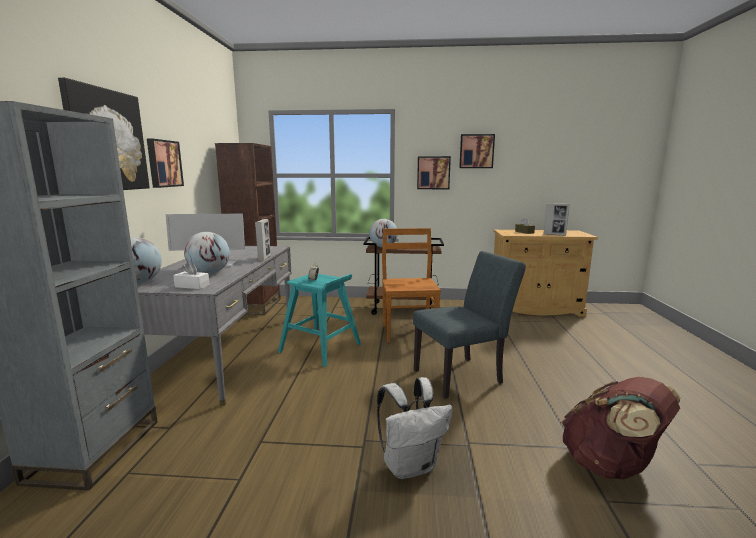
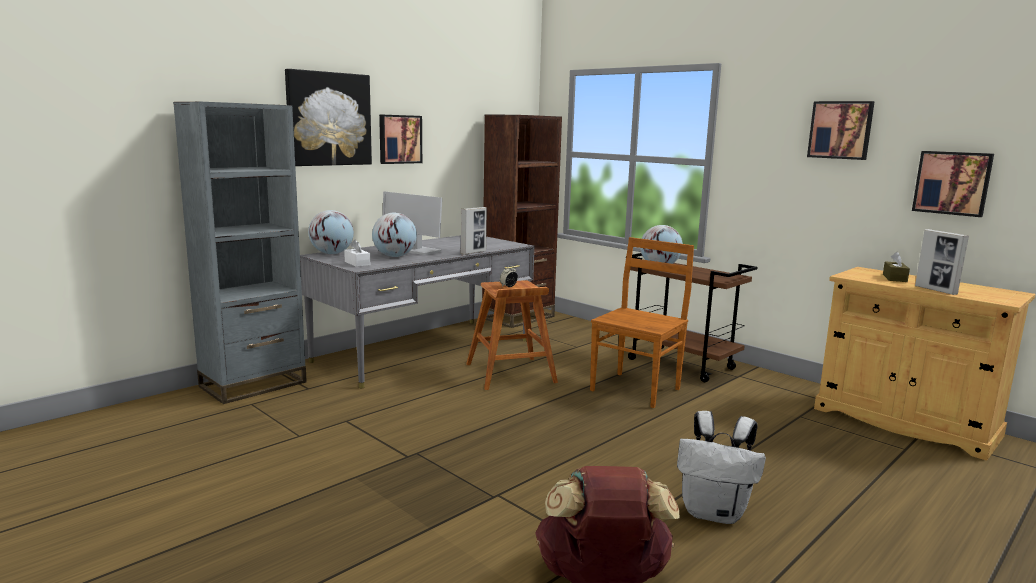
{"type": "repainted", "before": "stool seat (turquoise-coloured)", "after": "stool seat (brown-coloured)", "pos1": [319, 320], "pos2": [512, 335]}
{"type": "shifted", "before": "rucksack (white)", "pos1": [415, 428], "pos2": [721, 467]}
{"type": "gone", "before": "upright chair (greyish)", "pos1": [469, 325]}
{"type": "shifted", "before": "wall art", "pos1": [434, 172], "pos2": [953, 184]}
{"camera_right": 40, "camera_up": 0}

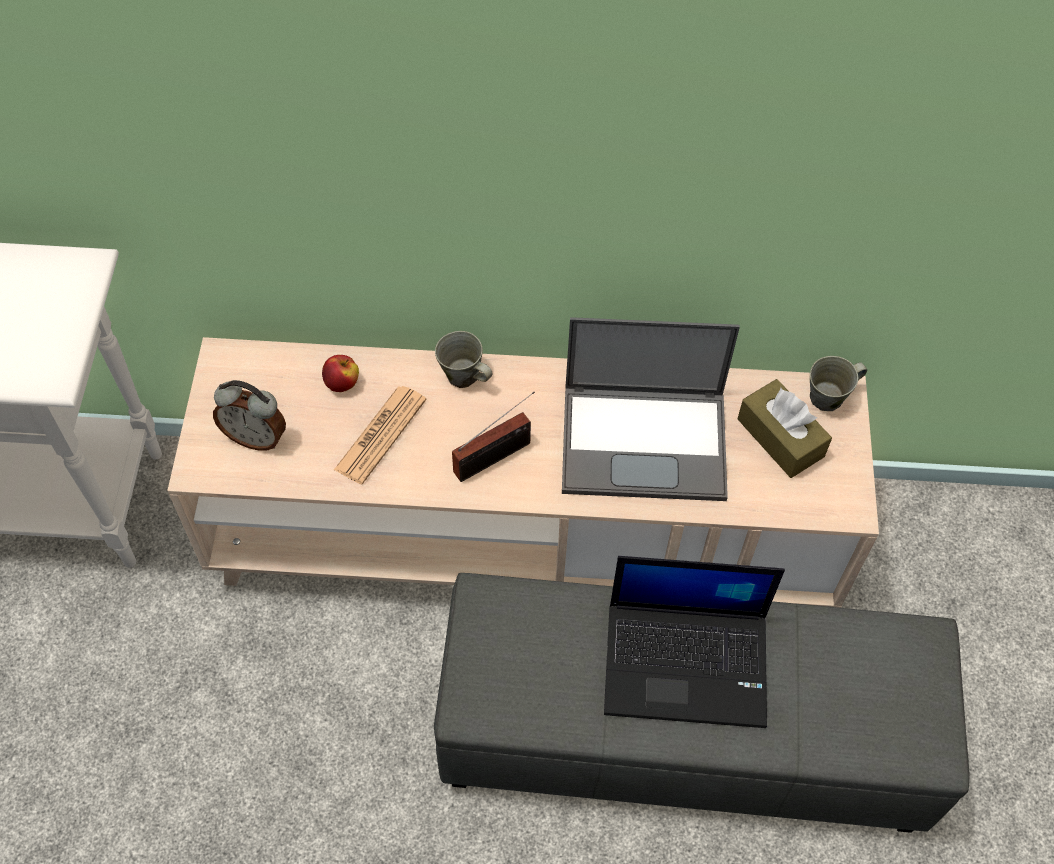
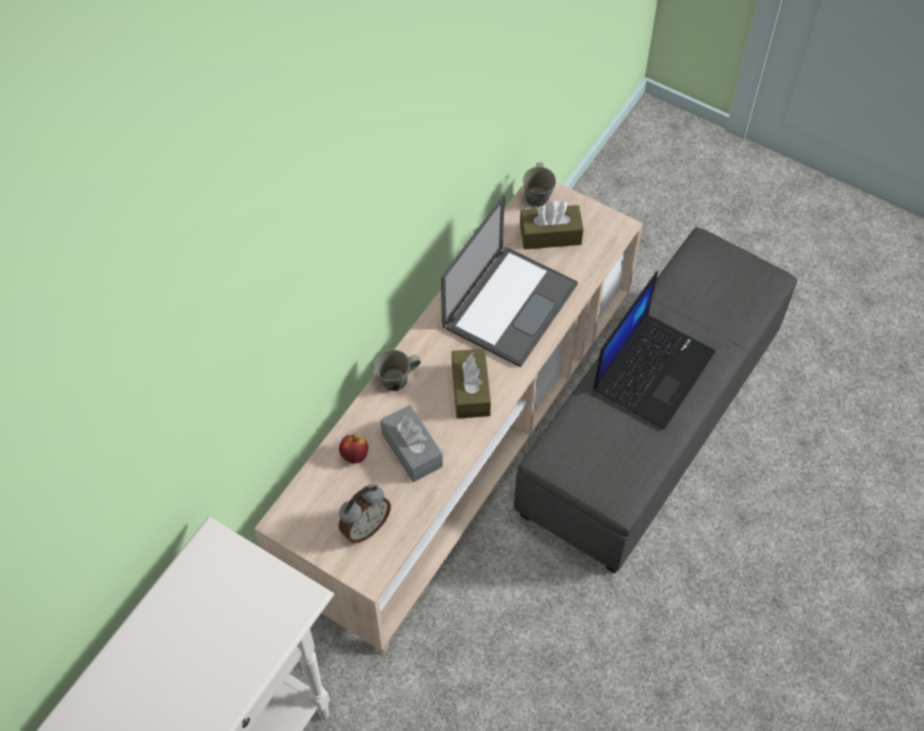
{"type": "swapped", "before": "newspaper", "after": "tissue box (greyish)", "pos1": [380, 435], "pos2": [411, 443]}
{"type": "swapped", "before": "radio receiver", "after": "tissue box (brown-coloured)", "pos1": [493, 437], "pos2": [471, 384]}
{"camera_right": -60, "camera_up": 0}

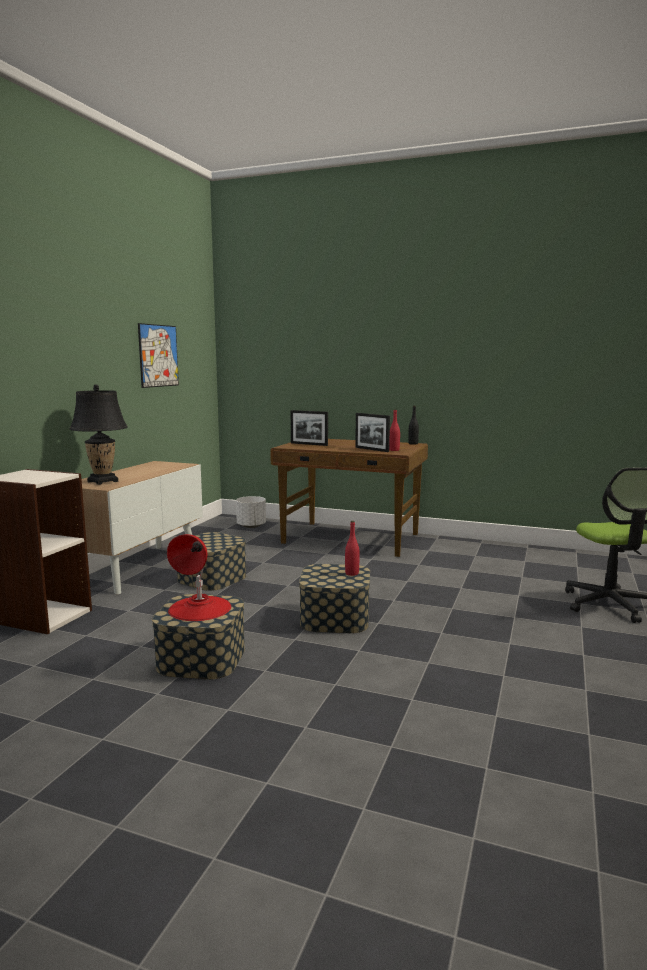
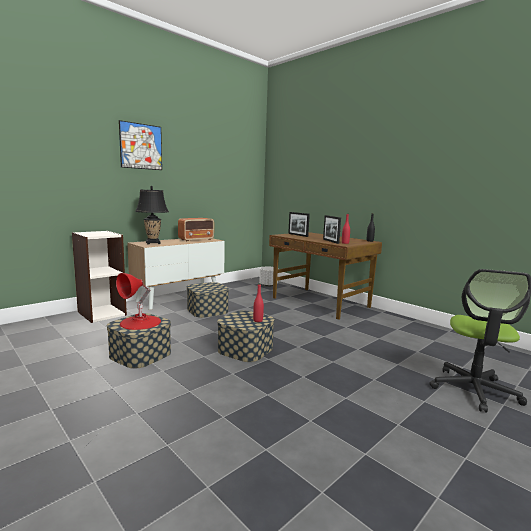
{"type": "shifted", "before": "wall art", "pos1": [158, 355], "pos2": [140, 145]}
{"type": "new", "after": "radio receiver", "pos2": [196, 229]}
{"camera_right": 25, "camera_up": 0}

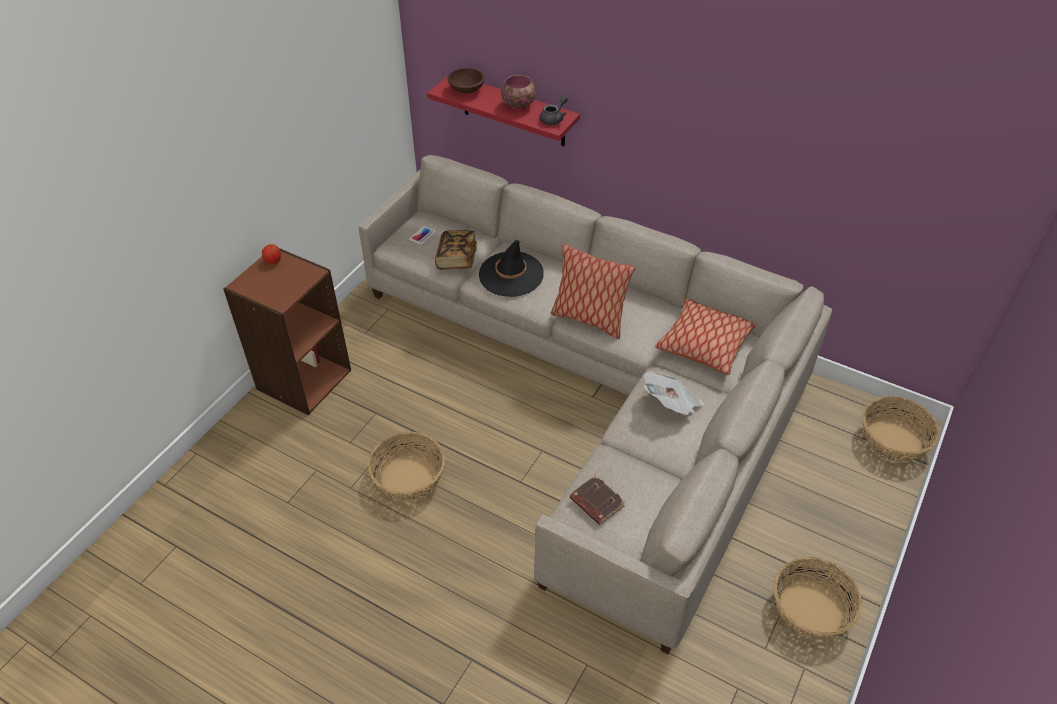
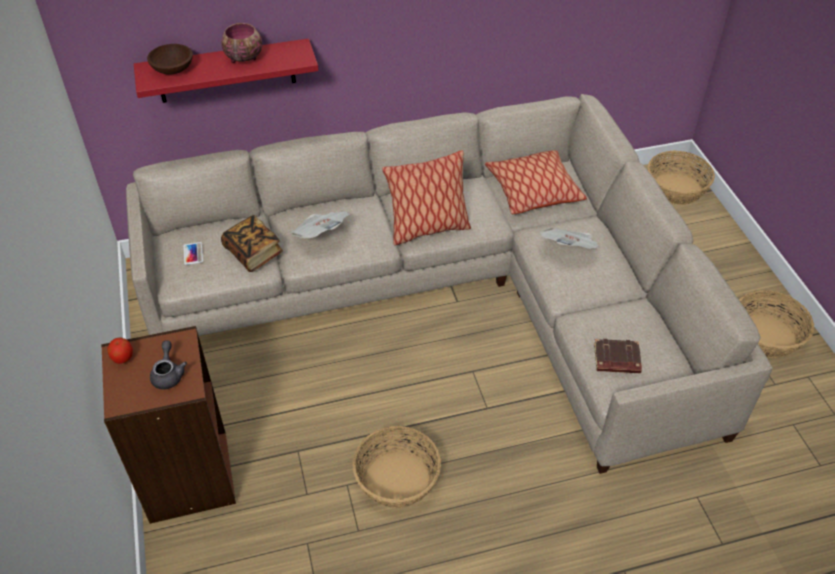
{"type": "swapped", "before": "hat (black-coloured)", "after": "newspaper", "pos1": [511, 268], "pos2": [319, 224]}
{"type": "shifted", "before": "teapot (greyish)", "pos1": [554, 110], "pos2": [168, 364]}
{"camera_right": -45, "camera_up": 0}

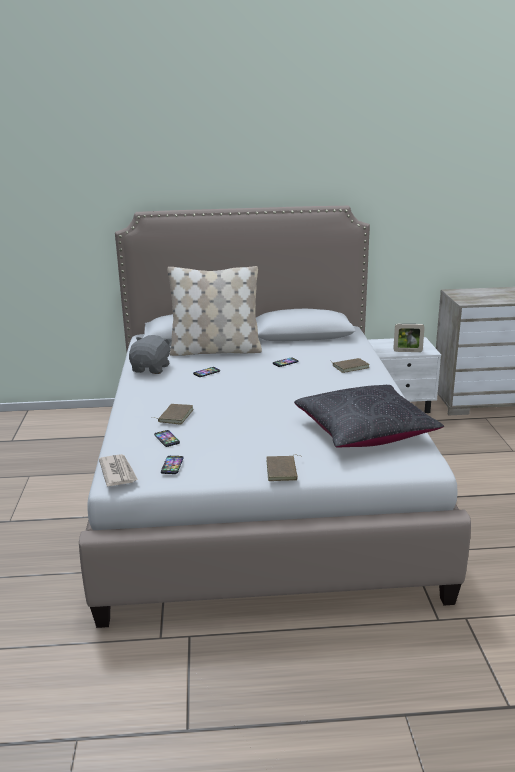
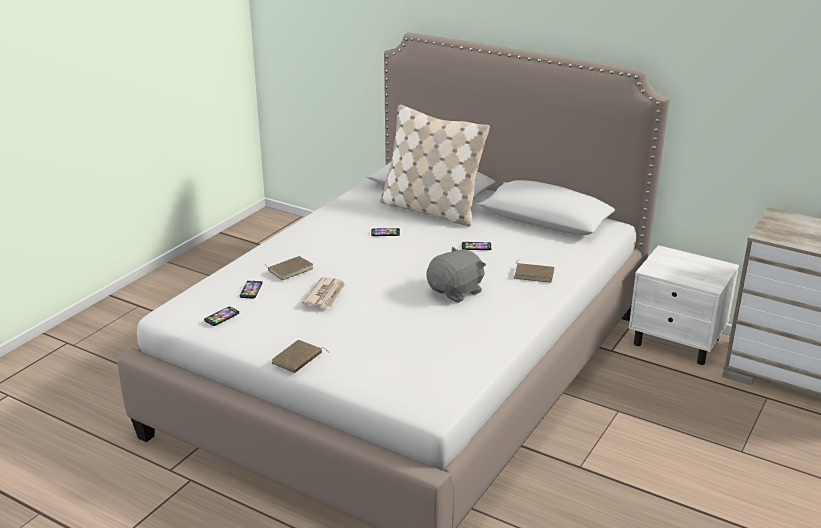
{"type": "shifted", "before": "newspaper", "pos1": [118, 470], "pos2": [323, 292]}
{"type": "shifted", "before": "plush toy (greyish)", "pos1": [150, 354], "pos2": [456, 275]}
{"type": "gone", "before": "cushion (black-coloured)", "pos1": [369, 416]}
{"type": "gone", "before": "standing frame", "pos1": [409, 338]}
{"camera_right": 35, "camera_up": 5}

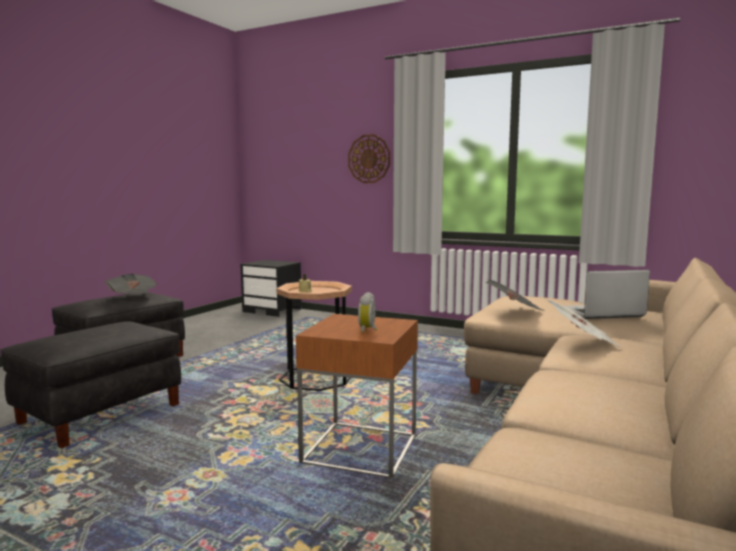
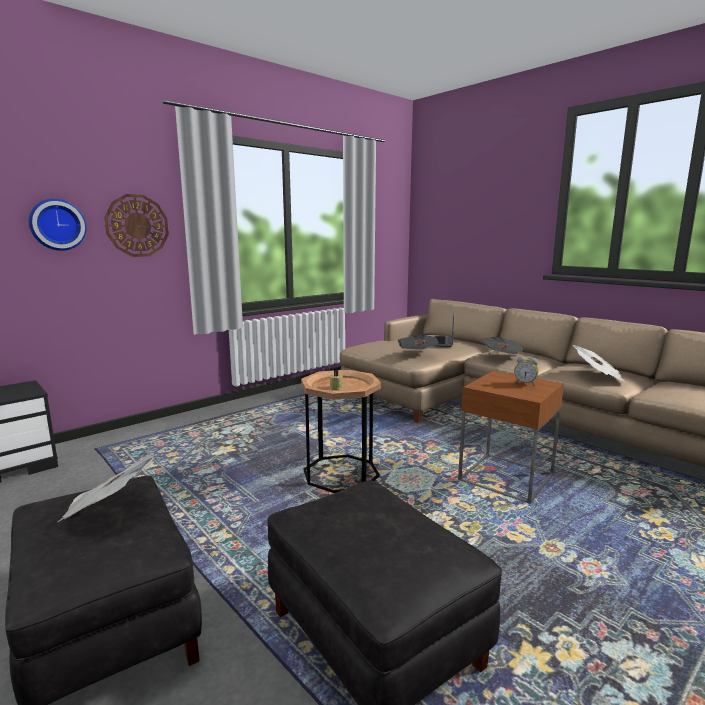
{"type": "new", "after": "hanging clock", "pos2": [57, 225]}
{"type": "new", "after": "newspaper", "pos2": [599, 363]}
{"camera_right": -70, "camera_up": 5}

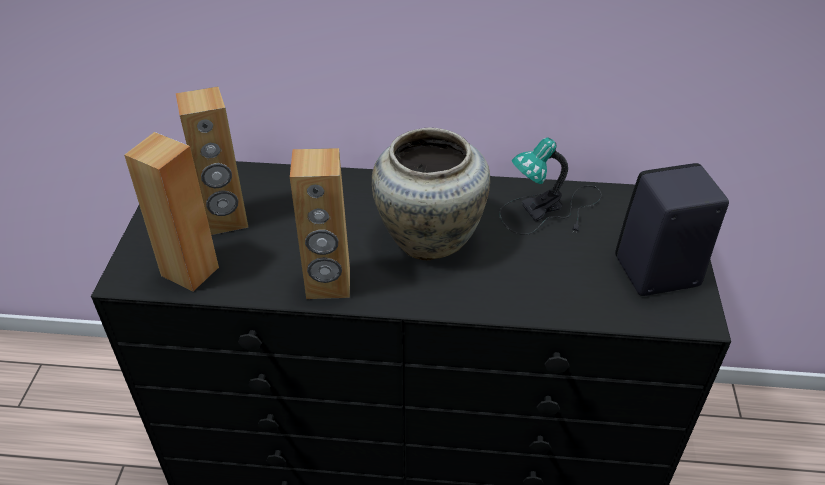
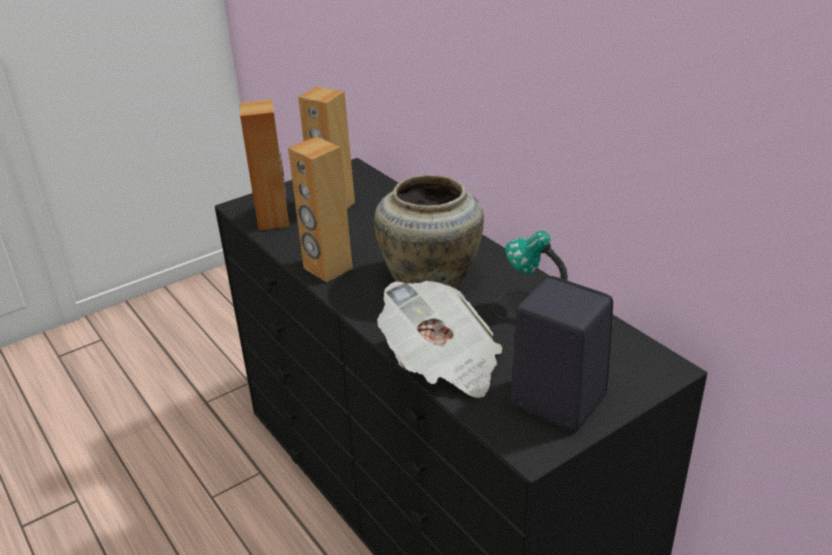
{"type": "new", "after": "newspaper", "pos2": [440, 339]}
{"camera_right": 50, "camera_up": -10}

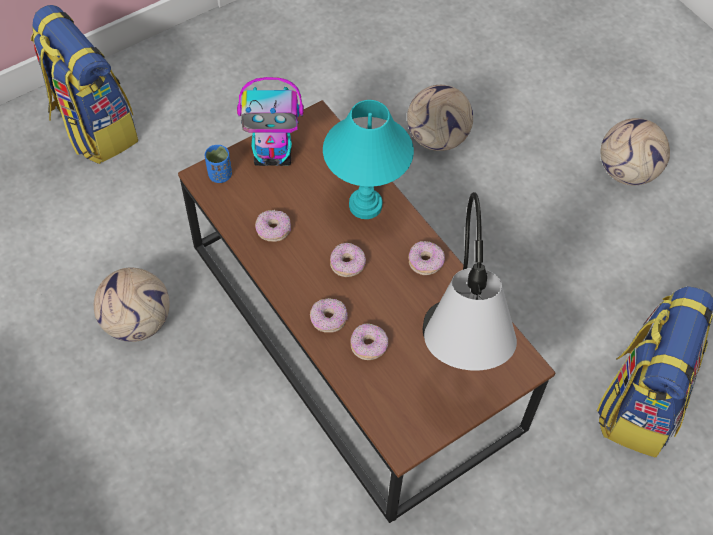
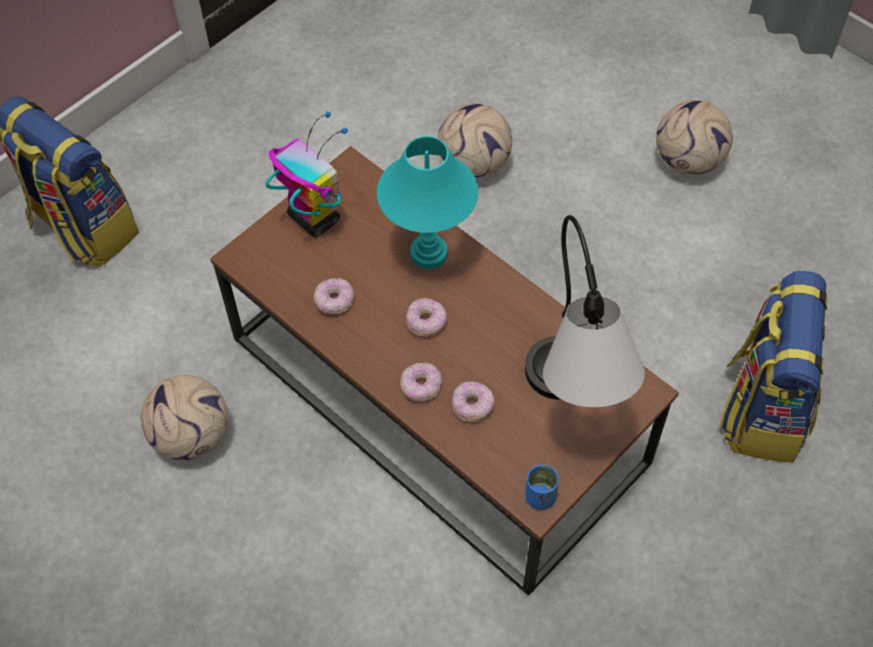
{"type": "shifted", "before": "drinking cup (blue-coloured)", "pos1": [218, 164], "pos2": [542, 487]}
{"type": "rotated", "before": "robot figure", "pos1": [270, 121], "pos2": [306, 174], "turn": -120}
{"type": "gone", "before": "doughnut", "pos1": [426, 258]}
{"camera_right": -10, "camera_up": 0}

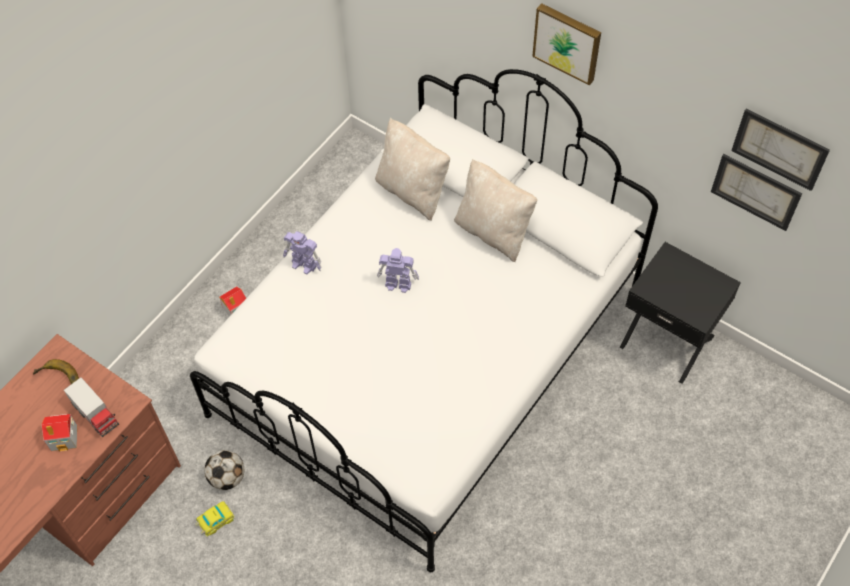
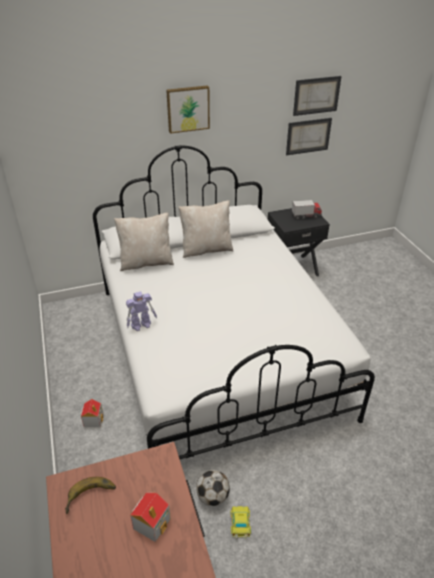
{"type": "shifted", "before": "toy lorry", "pos1": [91, 407], "pos2": [307, 210]}
{"type": "gone", "before": "robot figure", "pos1": [398, 270]}
{"camera_right": -55, "camera_up": -20}

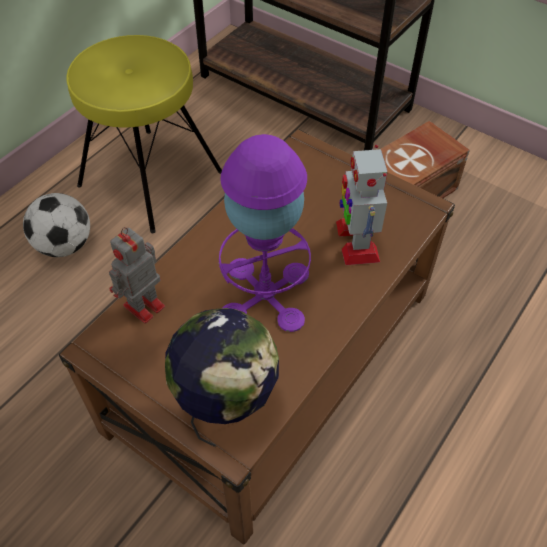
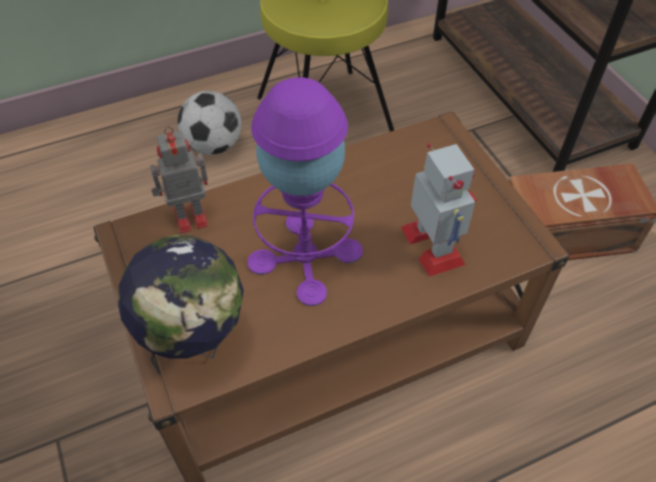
{"type": "rotated", "before": "robot figure", "pos1": [362, 205], "pos2": [438, 210], "turn": 135}
{"camera_right": 30, "camera_up": 0}

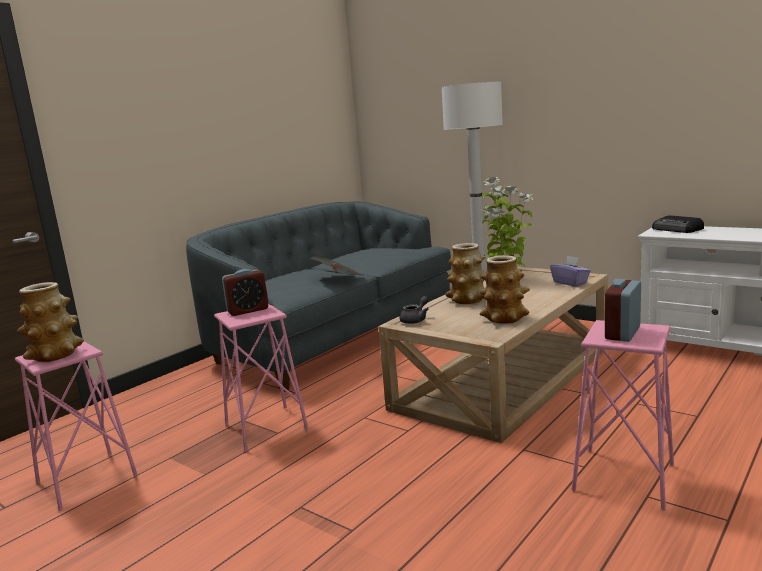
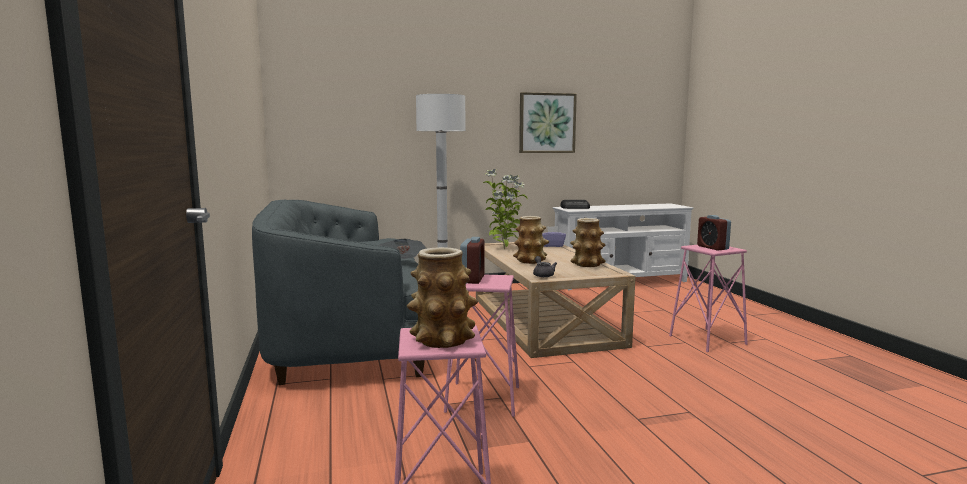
{"type": "new", "after": "wall art", "pos2": [548, 122]}
{"camera_right": -55, "camera_up": -5}

